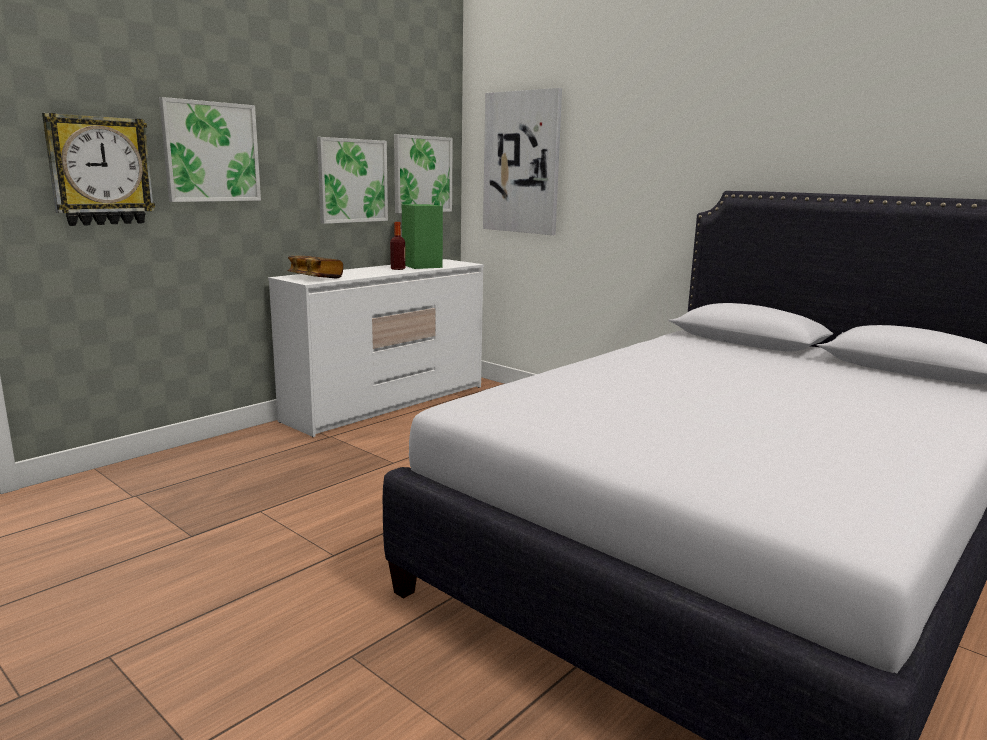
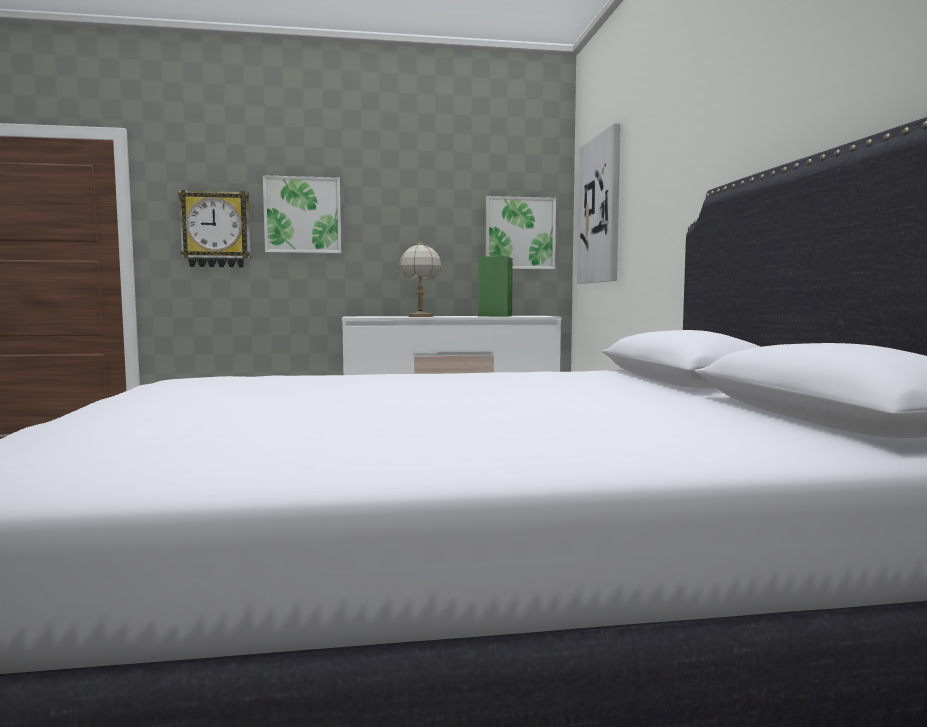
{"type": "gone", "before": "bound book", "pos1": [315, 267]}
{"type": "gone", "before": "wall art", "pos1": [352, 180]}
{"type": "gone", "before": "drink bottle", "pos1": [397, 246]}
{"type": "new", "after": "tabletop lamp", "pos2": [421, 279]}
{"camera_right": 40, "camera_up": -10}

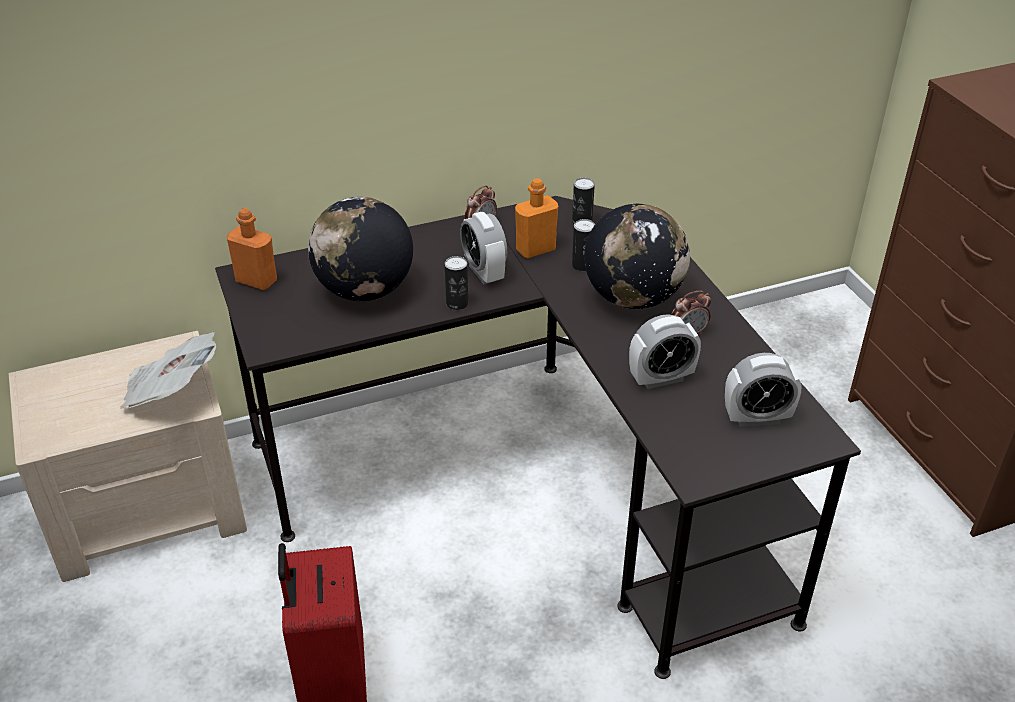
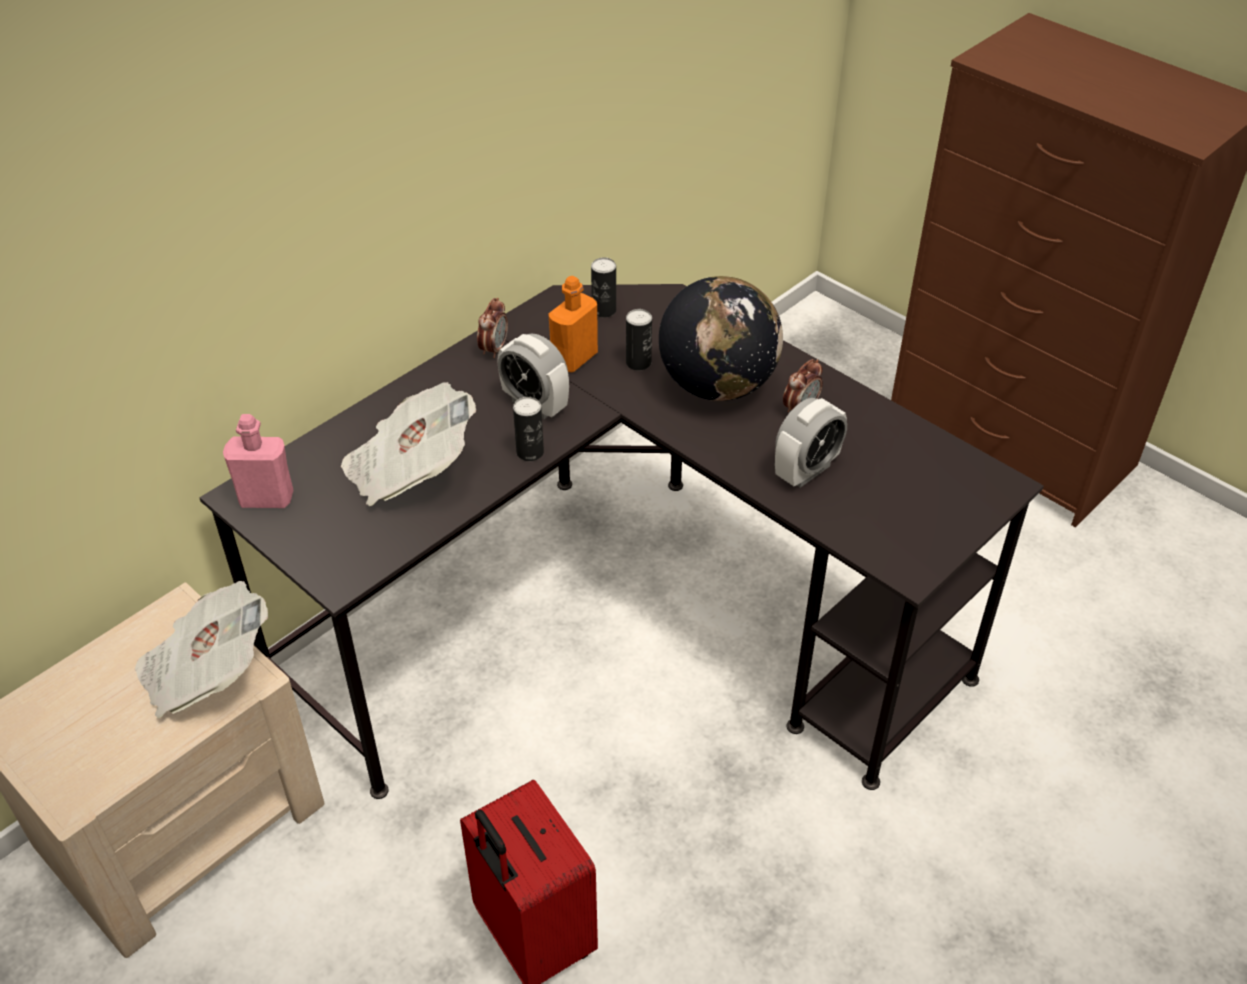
{"type": "repainted", "before": "drink bottle (orange)", "after": "drink bottle (pink)", "pos1": [252, 249], "pos2": [258, 461]}
{"type": "swapped", "before": "globe", "after": "newspaper", "pos1": [360, 249], "pos2": [408, 444]}
{"type": "gone", "before": "alarm clock", "pos1": [763, 390]}
{"camera_right": -25, "camera_up": 5}

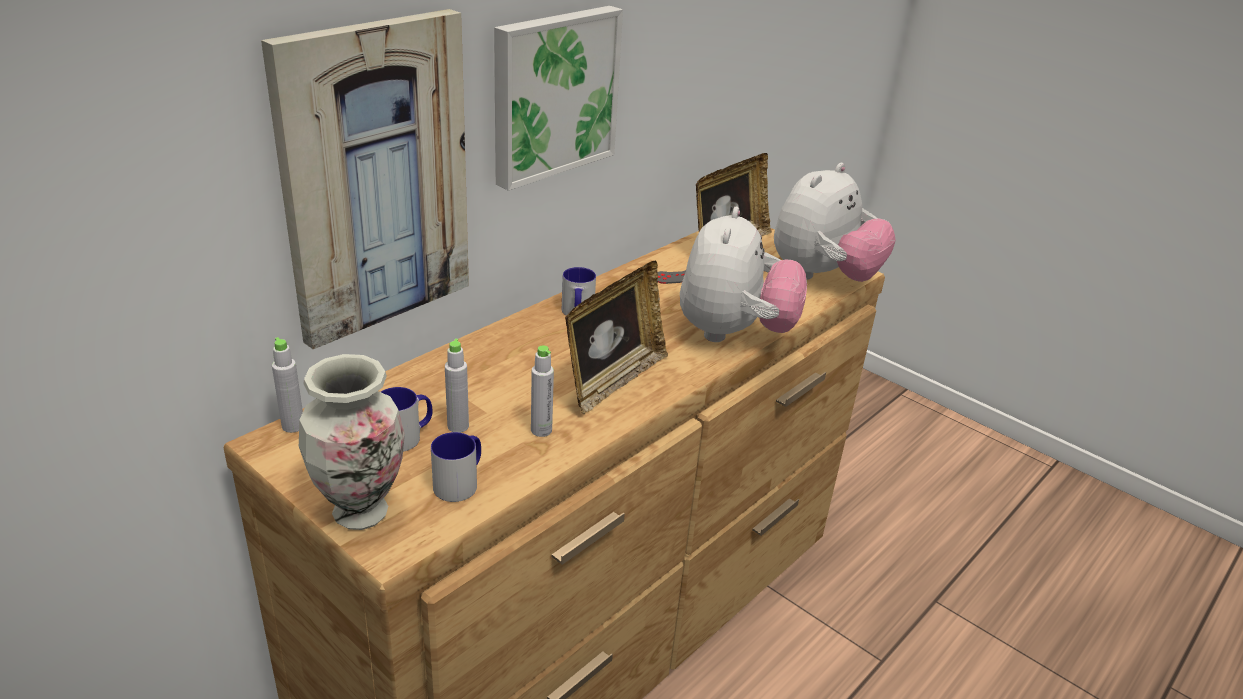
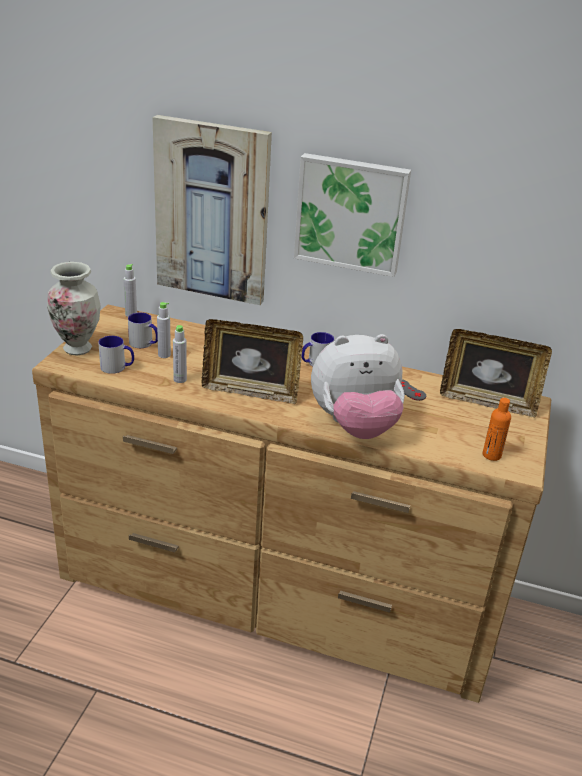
{"type": "swapped", "before": "plush toy", "after": "drink bottle (orange)", "pos1": [835, 222], "pos2": [497, 429]}
{"camera_right": 65, "camera_up": 0}

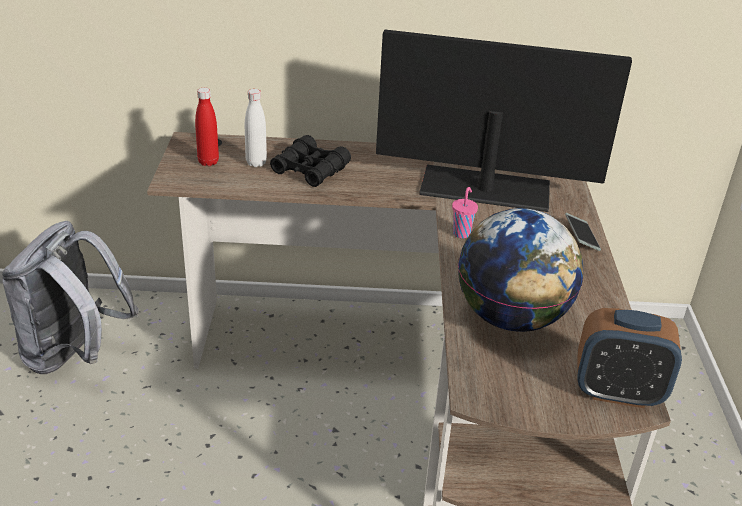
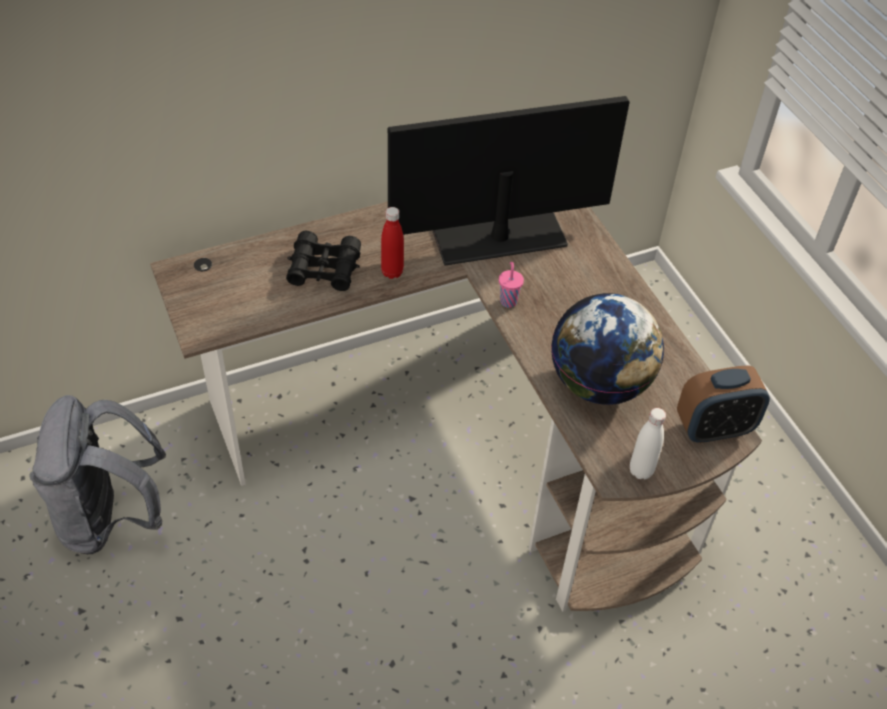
{"type": "shifted", "before": "drink bottle (reddish)", "pos1": [207, 127], "pos2": [392, 243]}
{"type": "shifted", "before": "drink bottle (white)", "pos1": [256, 128], "pos2": [648, 443]}
{"type": "gone", "before": "telephone", "pos1": [583, 232]}
{"camera_right": -25, "camera_up": 15}

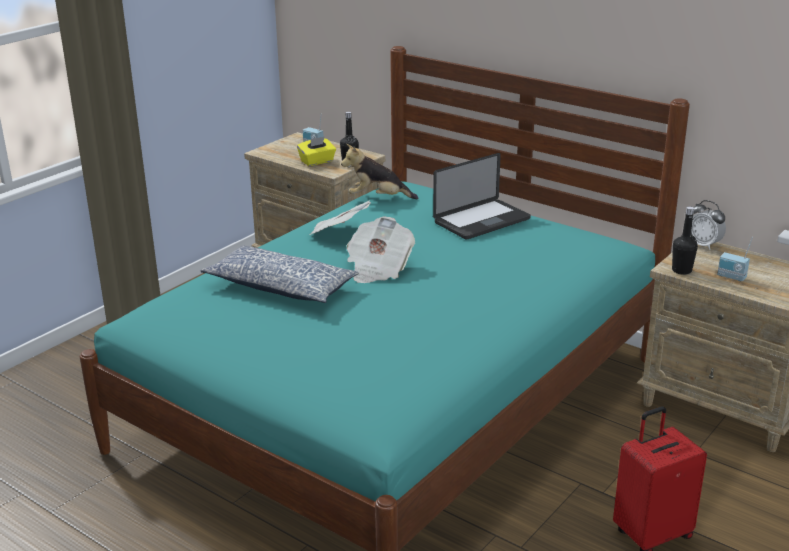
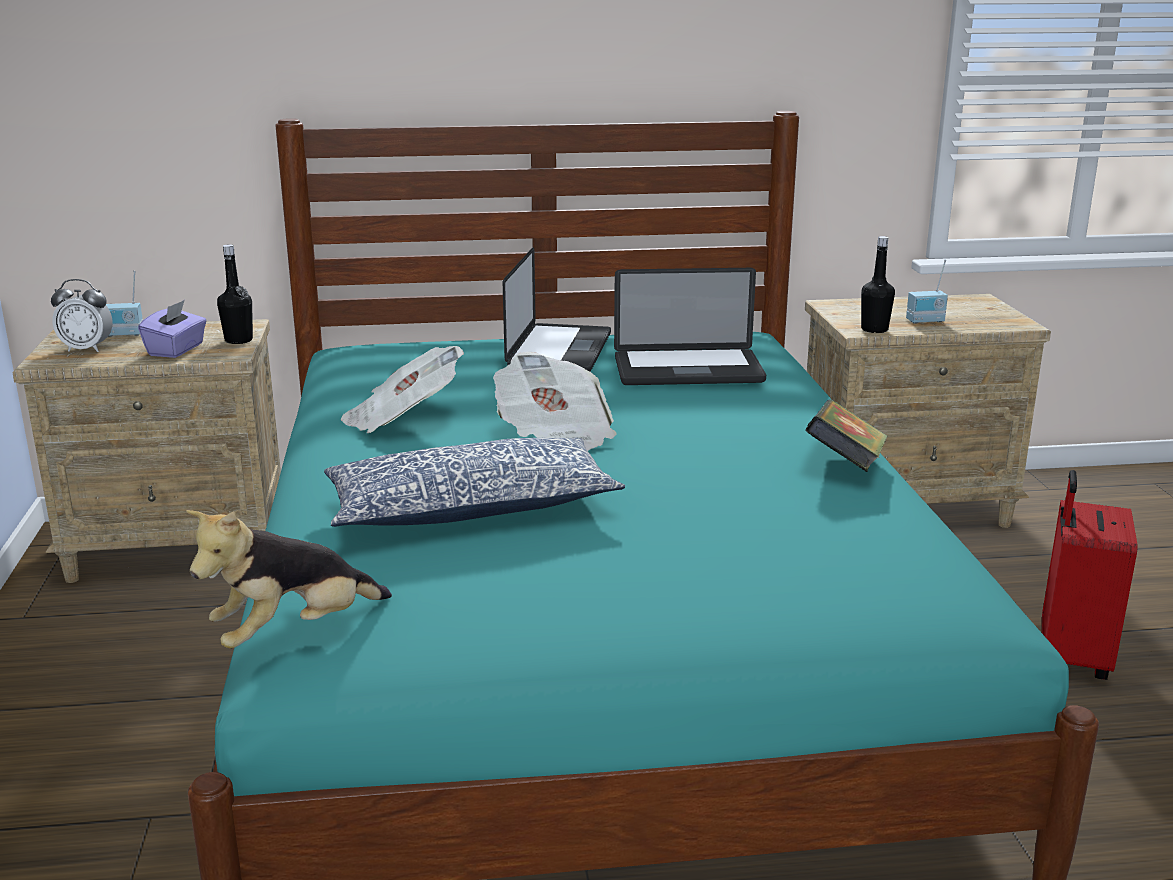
{"type": "repainted", "before": "tissue box (yellowish)", "after": "tissue box (purple)", "pos1": [316, 151], "pos2": [172, 329]}
{"type": "shifted", "before": "plush toy", "pos1": [379, 171], "pos2": [289, 579]}
{"type": "shifted", "before": "alarm clock", "pos1": [708, 225], "pos2": [82, 315]}
{"type": "new", "after": "portable computer", "pos2": [690, 326]}
{"type": "new", "after": "bound book", "pos2": [846, 435]}
{"camera_right": -45, "camera_up": -5}

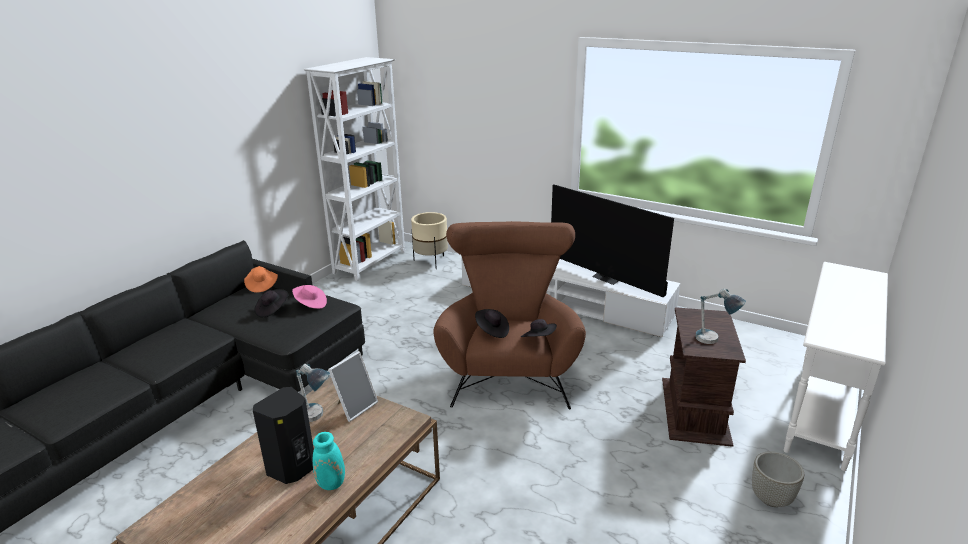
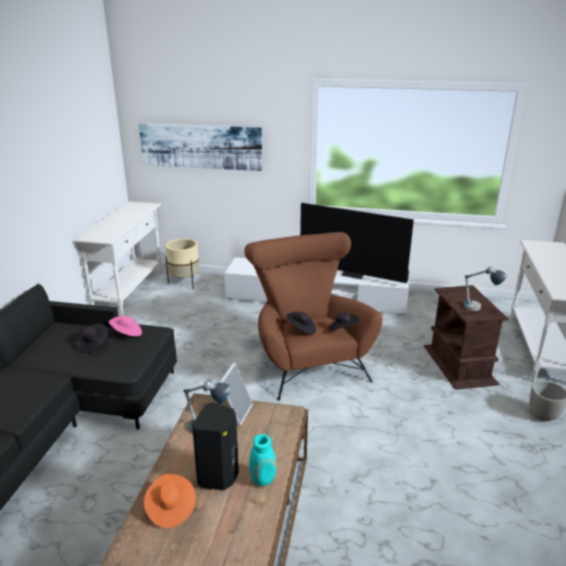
{"type": "shifted", "before": "hat (orange)", "pos1": [261, 279], "pos2": [170, 501]}
{"type": "swapped", "before": "bookcase (white)", "after": "console table (white)", "pos1": [354, 169], "pos2": [117, 258]}
{"type": "new", "after": "wall art", "pos2": [200, 147]}
{"camera_right": -20, "camera_up": 0}

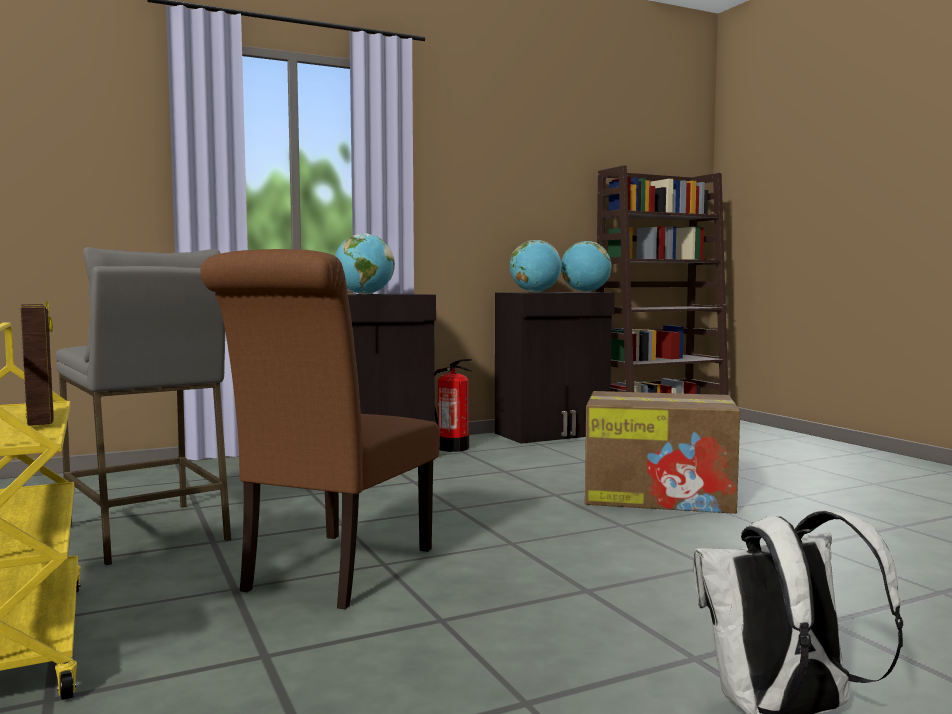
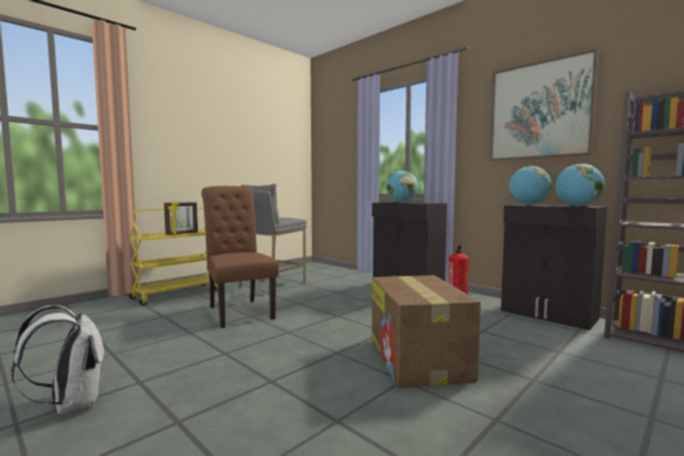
{"type": "rotated", "before": "upright chair (brown-coloured)", "pos1": [320, 429], "pos2": [240, 257], "turn": 60}
{"type": "new", "after": "wall art", "pos2": [544, 105]}
{"camera_right": 70, "camera_up": 0}

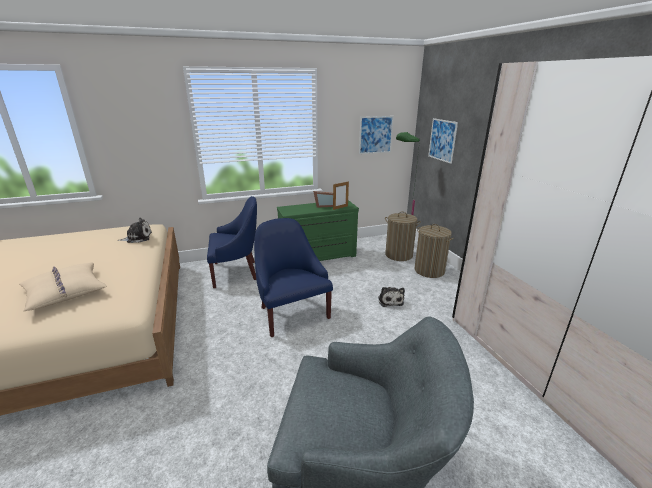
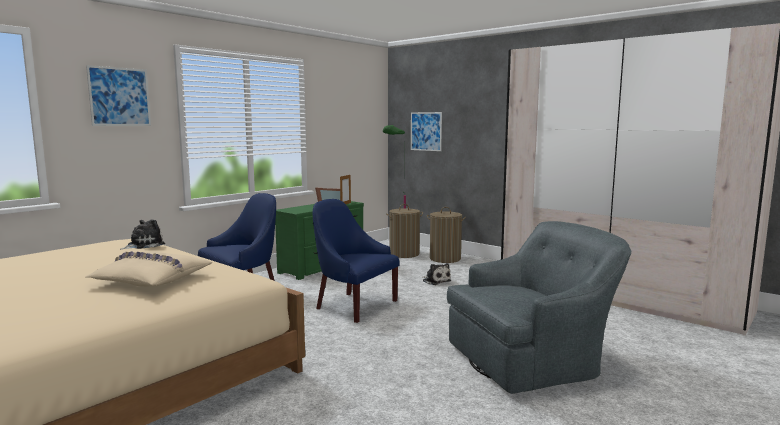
{"type": "shifted", "before": "wall art", "pos1": [376, 135], "pos2": [118, 95]}
{"camera_right": -30, "camera_up": -15}

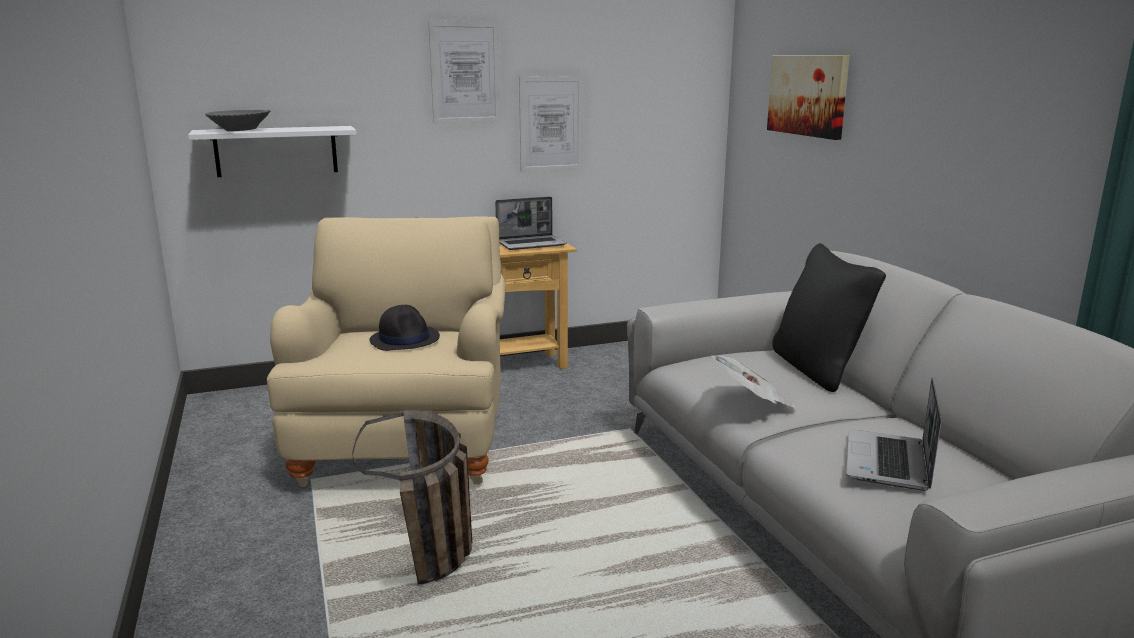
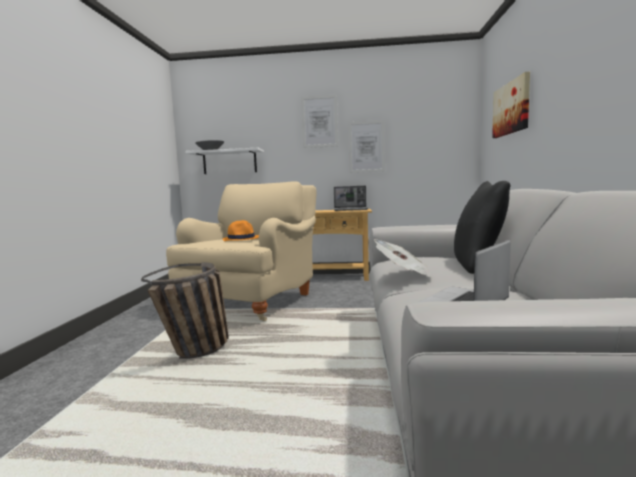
{"type": "repainted", "before": "hat (black-coloured)", "after": "hat (orange)", "pos1": [404, 328], "pos2": [241, 230]}
{"camera_right": 25, "camera_up": -10}

